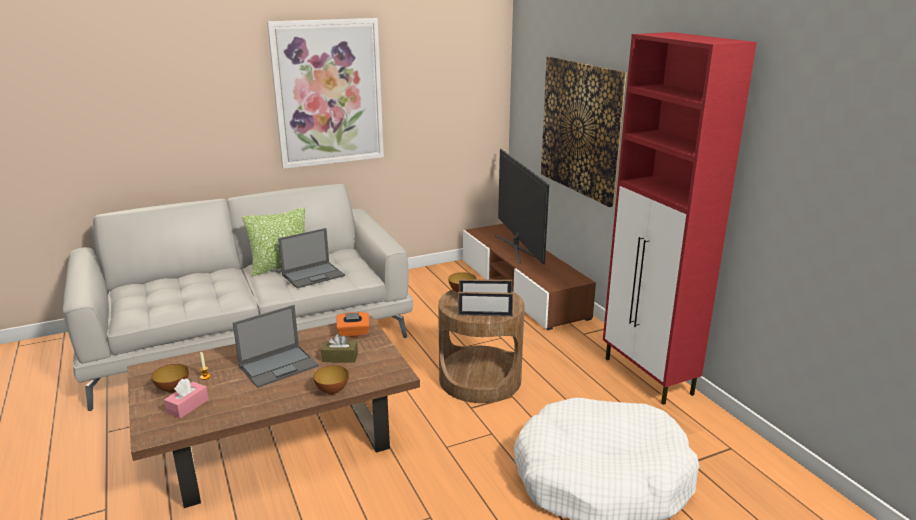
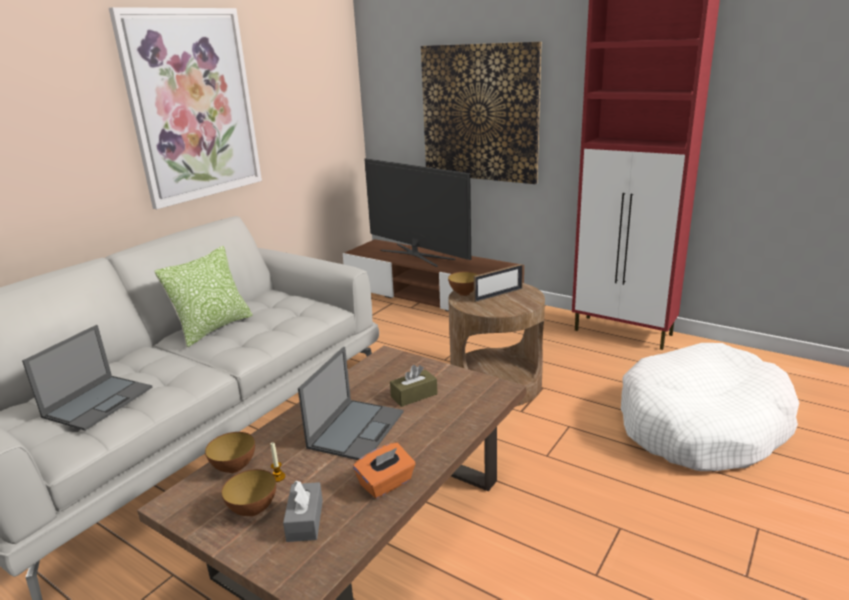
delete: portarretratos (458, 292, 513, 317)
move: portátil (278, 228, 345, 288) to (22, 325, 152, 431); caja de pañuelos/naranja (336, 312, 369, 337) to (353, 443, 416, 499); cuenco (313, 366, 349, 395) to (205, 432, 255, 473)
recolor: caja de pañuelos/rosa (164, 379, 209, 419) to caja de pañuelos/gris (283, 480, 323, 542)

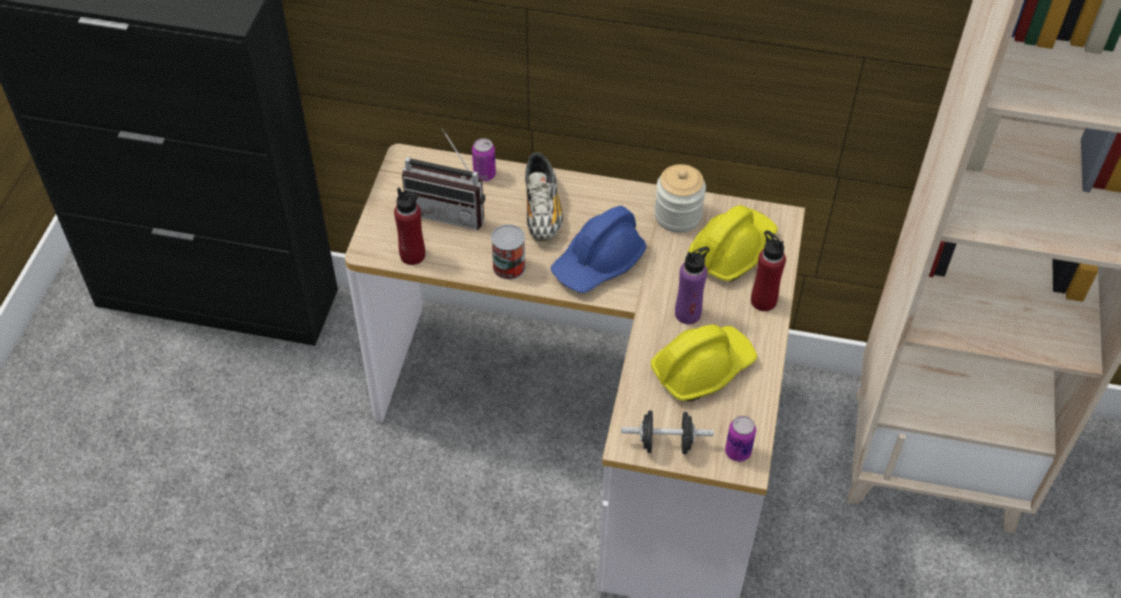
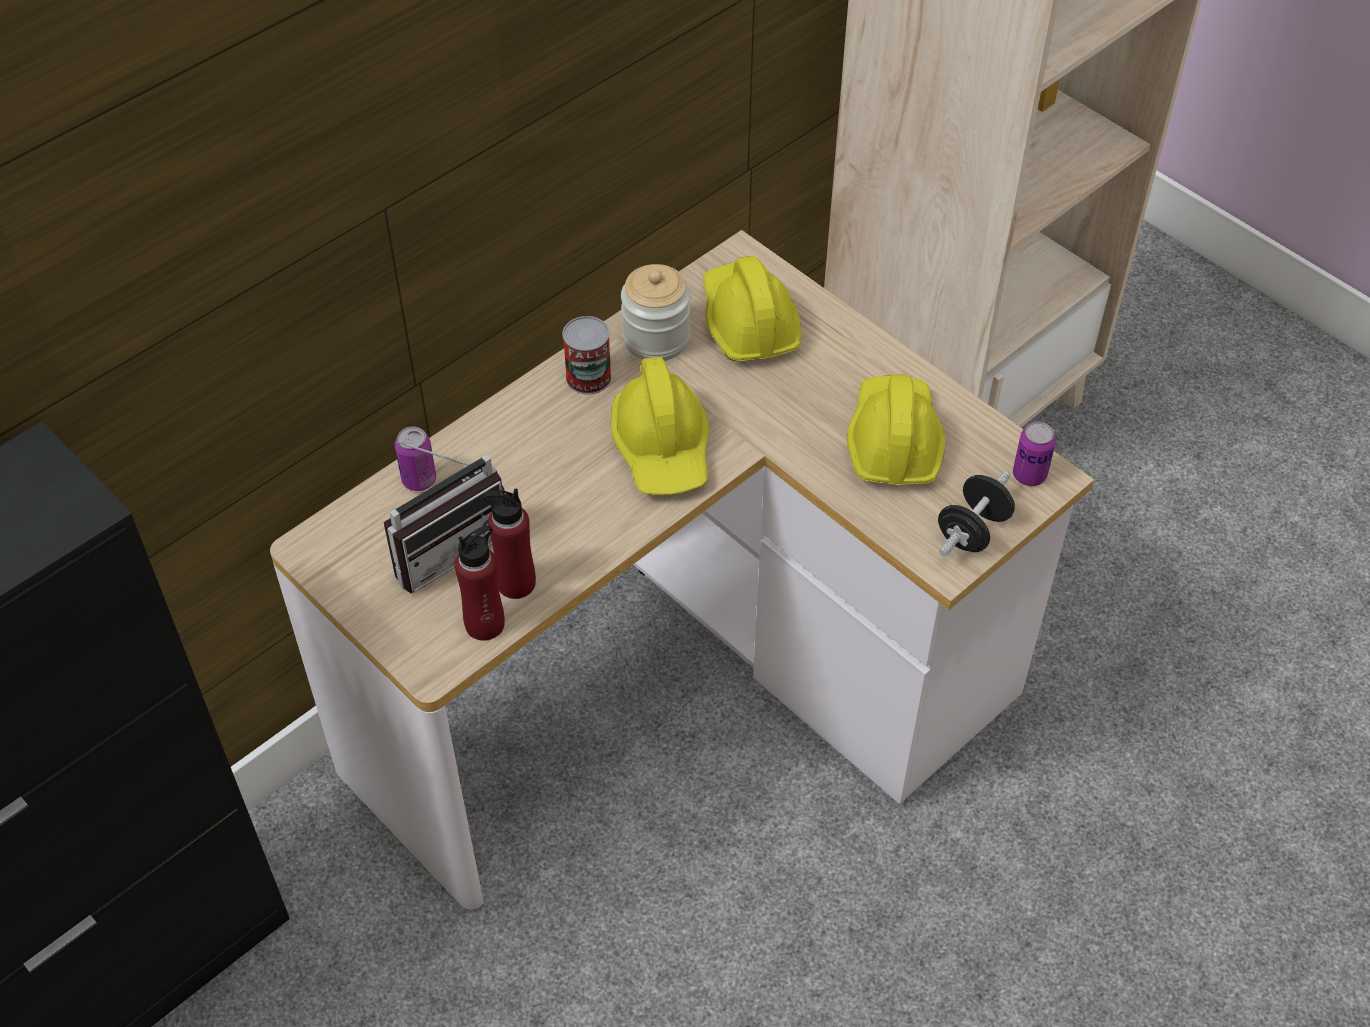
delete: zapato (525, 152, 563, 241); botella/morado (675, 247, 710, 324)
move: lata (491, 224, 526, 280) to (562, 316, 612, 394); botella/rojo (751, 230, 786, 311) to (483, 489, 536, 599)
recolor: casco/azul (551, 206, 647, 293) to casco/amarillo (611, 357, 709, 495)

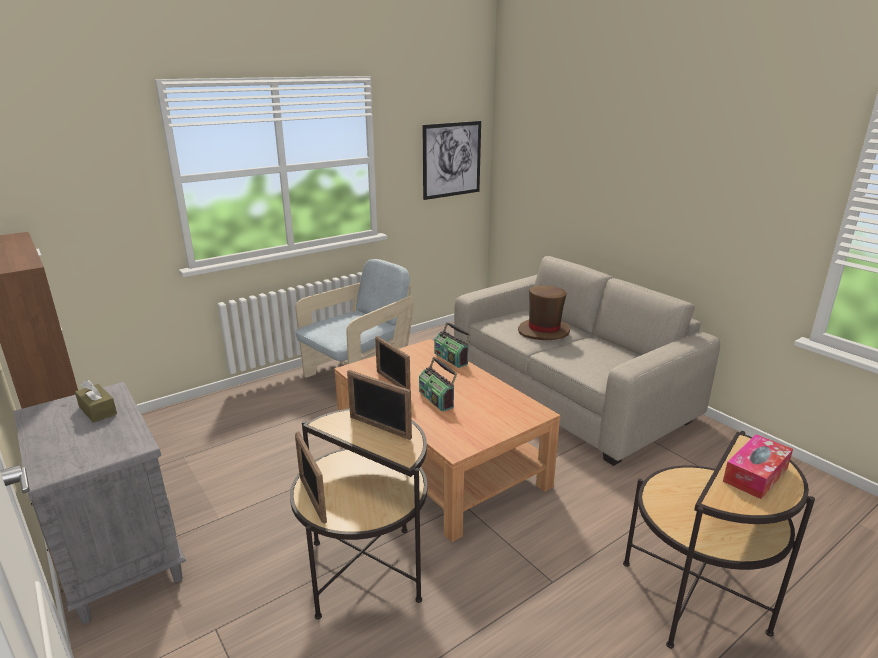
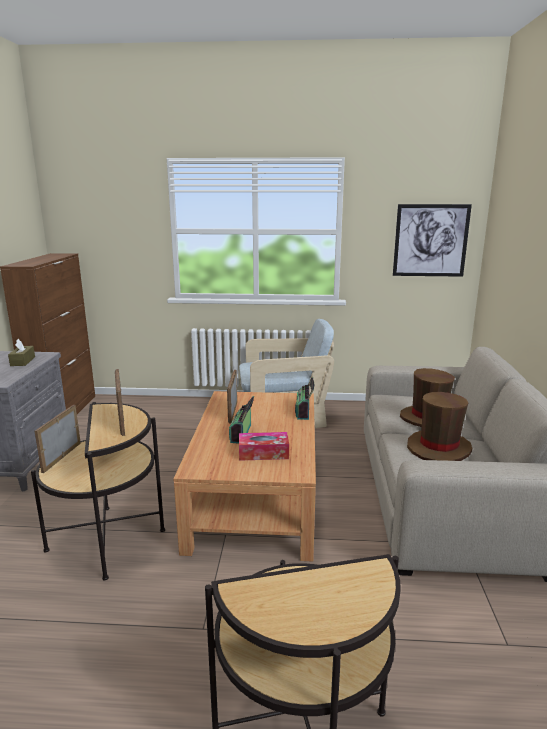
insert: sombrero/marrón (407, 392, 472, 461)
move: caja de pañuelos (723, 434, 793, 499) to (239, 432, 289, 461)

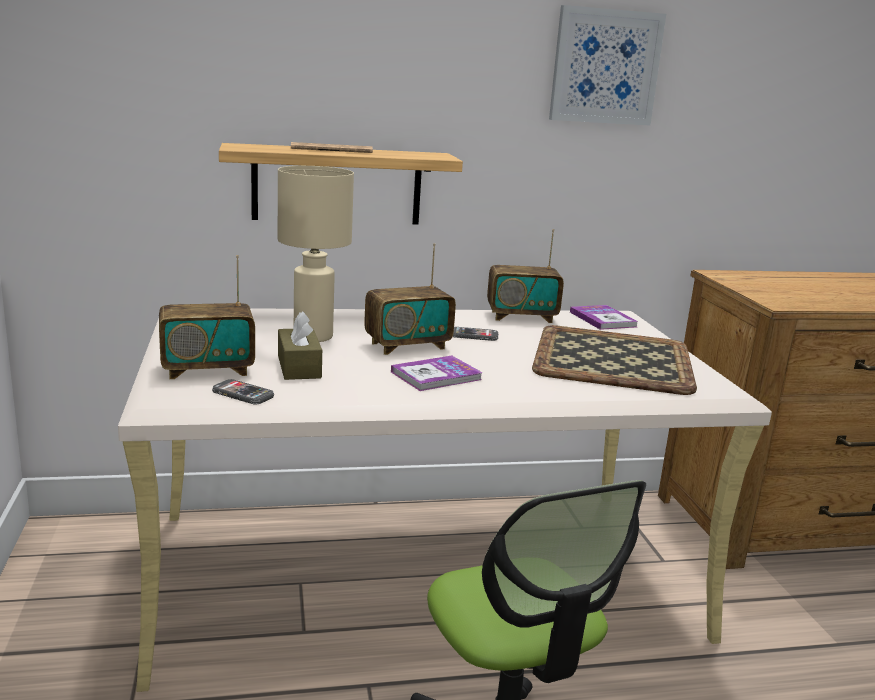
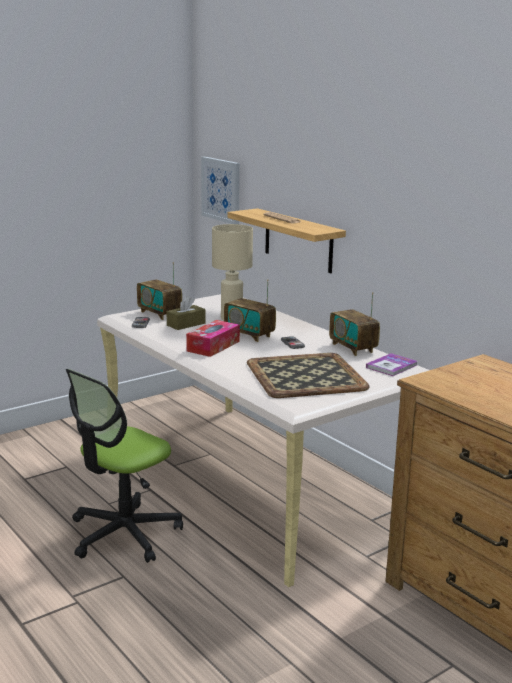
move: cuadro (549, 5, 666, 125) to (201, 157, 240, 224)
replace: libro (391, 356, 483, 391) to caja de pañuelos (186, 320, 240, 357)

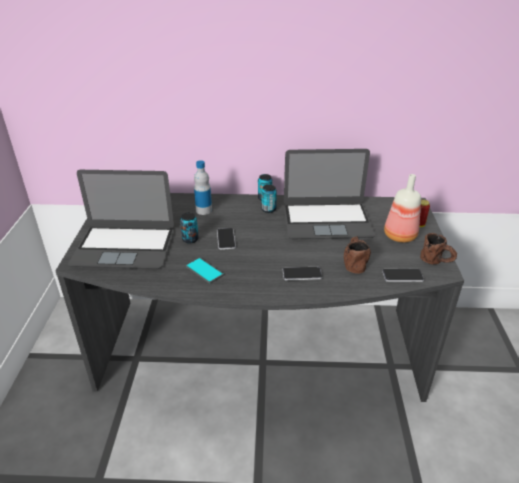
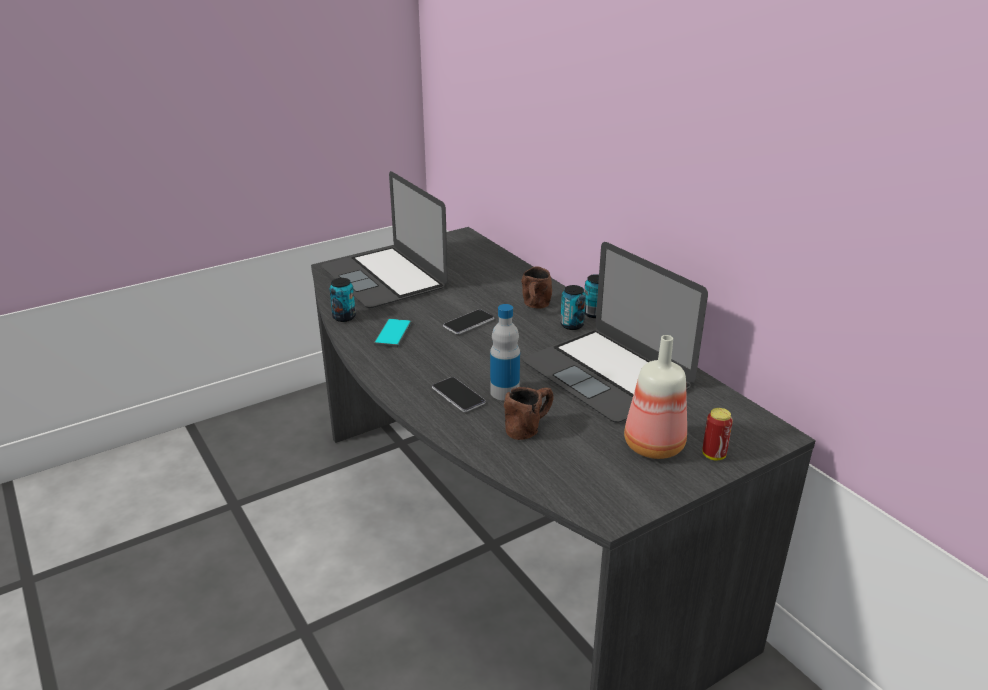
delete: móvil (382, 269, 424, 282)
move: botella (194, 160, 212, 215) to (490, 304, 520, 401); lata (180, 213, 199, 244) to (329, 278, 356, 322); taza grande/marrón (420, 233, 457, 264) to (521, 266, 552, 309)

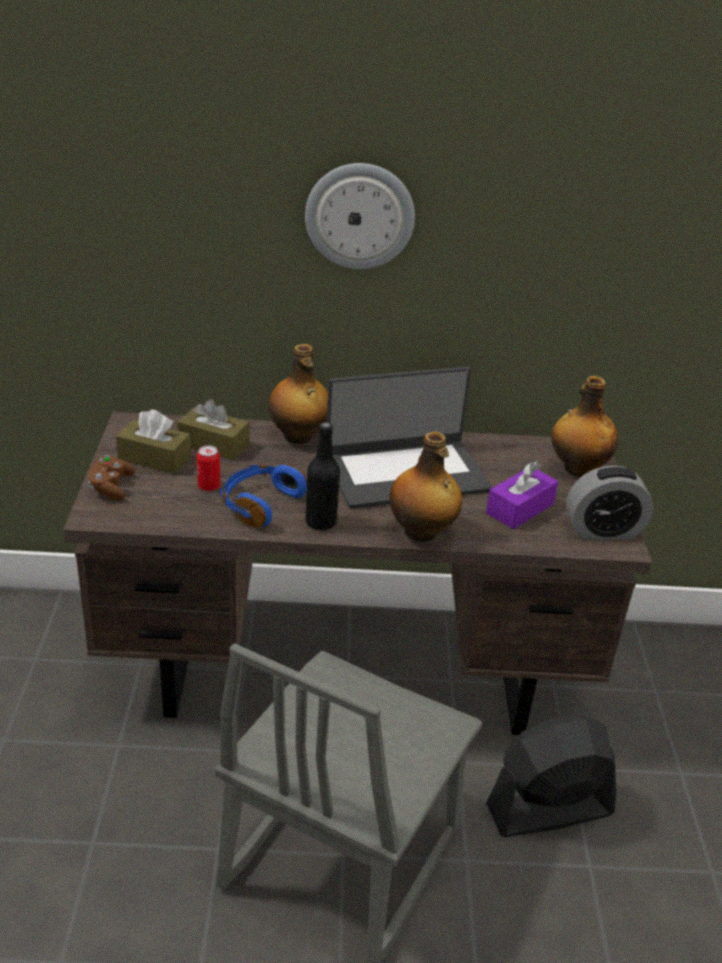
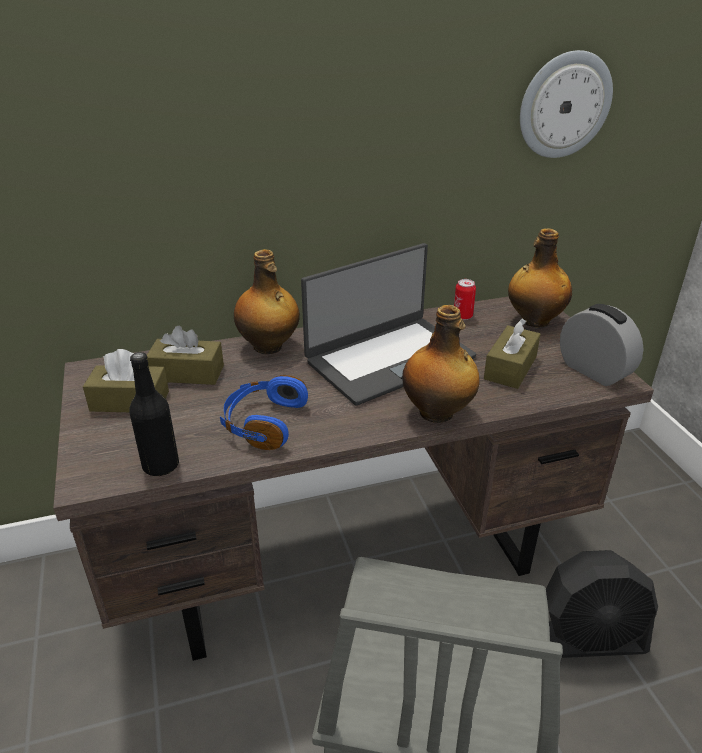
delete: mando de consola/marrón (88, 455, 135, 500)
move: reloj de pared (305, 163, 415, 269) to (520, 50, 613, 158); botella/negro (305, 422, 340, 530) to (129, 352, 179, 476); lata (197, 445, 220, 492) to (454, 279, 476, 320)
recolor: caja de pañuelos/morado (486, 461, 558, 529) to caja de pañuelos/marrón (484, 318, 541, 389)
rotate: despertador (566, 465, 653, 540) = (560, 304, 643, 386) 105 degrees counterclockwise; ventilador/negro (486, 714, 616, 837) = (546, 550, 658, 658) 150 degrees counterclockwise

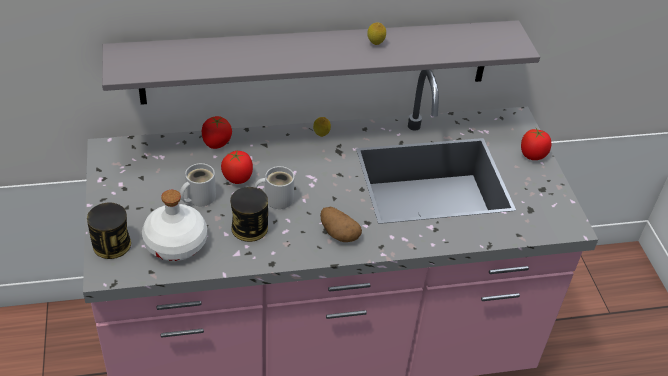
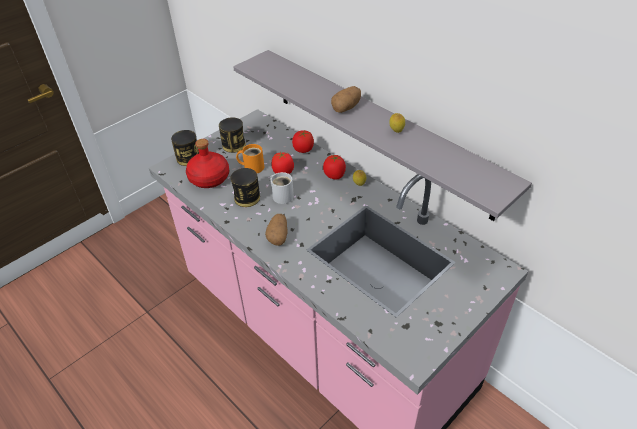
insert: patata (331, 86, 361, 113); lata (219, 117, 246, 153)
move: tomate (521, 128, 551, 160) to (323, 155, 346, 179)
recolor: taza grande/blanco (180, 163, 216, 206) to taza grande/naranja (236, 144, 264, 173); botella/blanco (142, 190, 207, 261) to botella/rojo (186, 139, 229, 188)

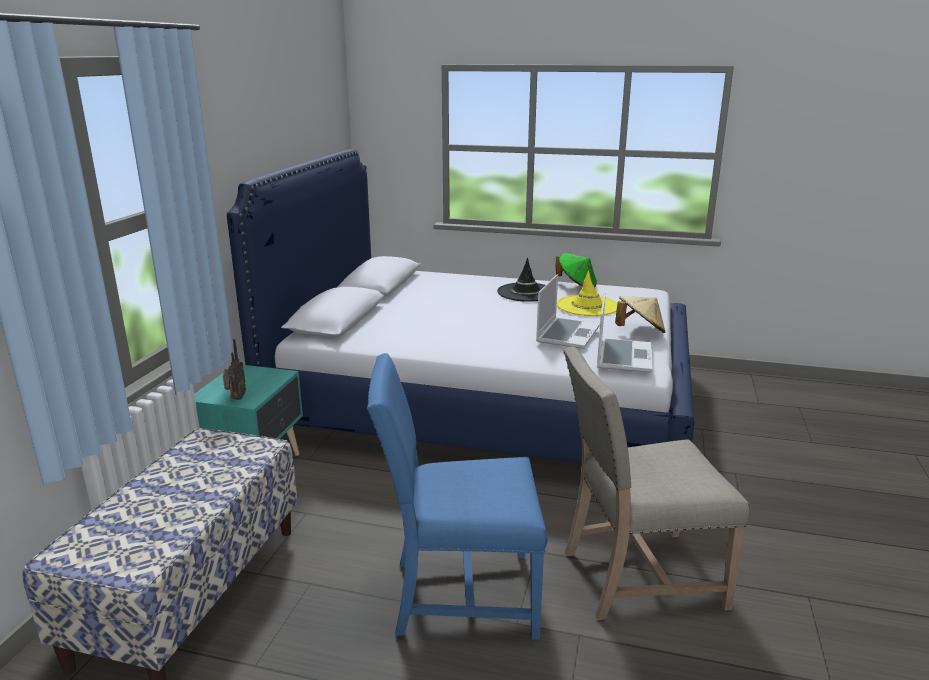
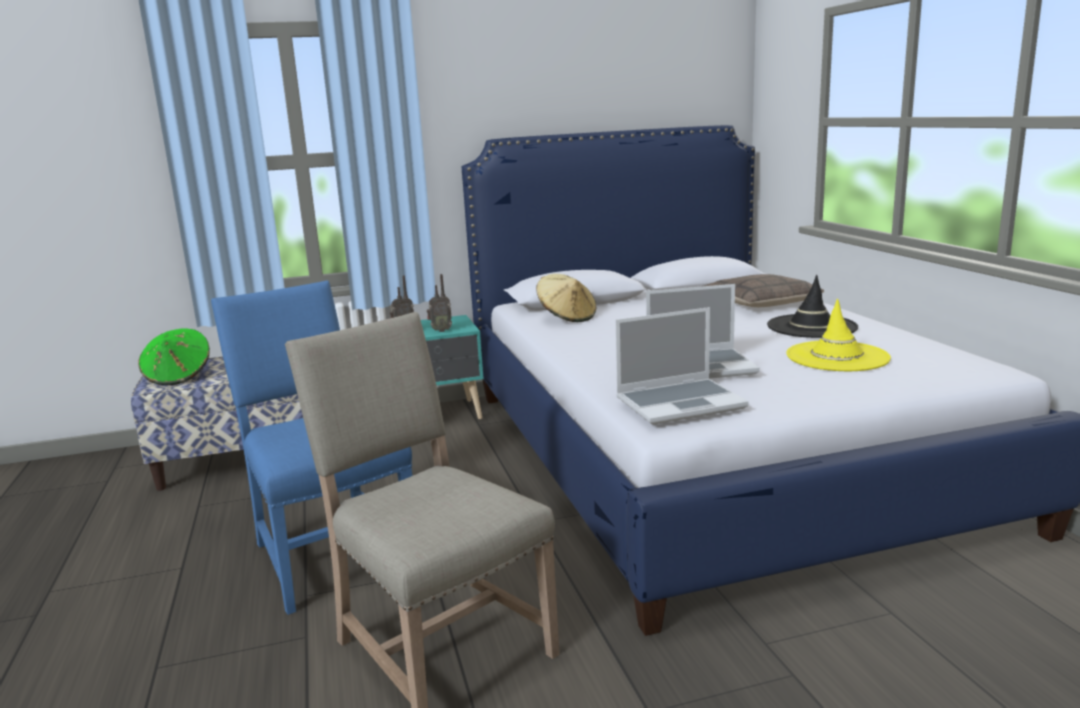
insert: radio (427, 274, 452, 332); cojín (700, 274, 824, 307)
move: sombrero/verde (556, 253, 597, 287) to (138, 329, 210, 385); sombrero/beis (615, 296, 666, 333) to (536, 274, 596, 322)

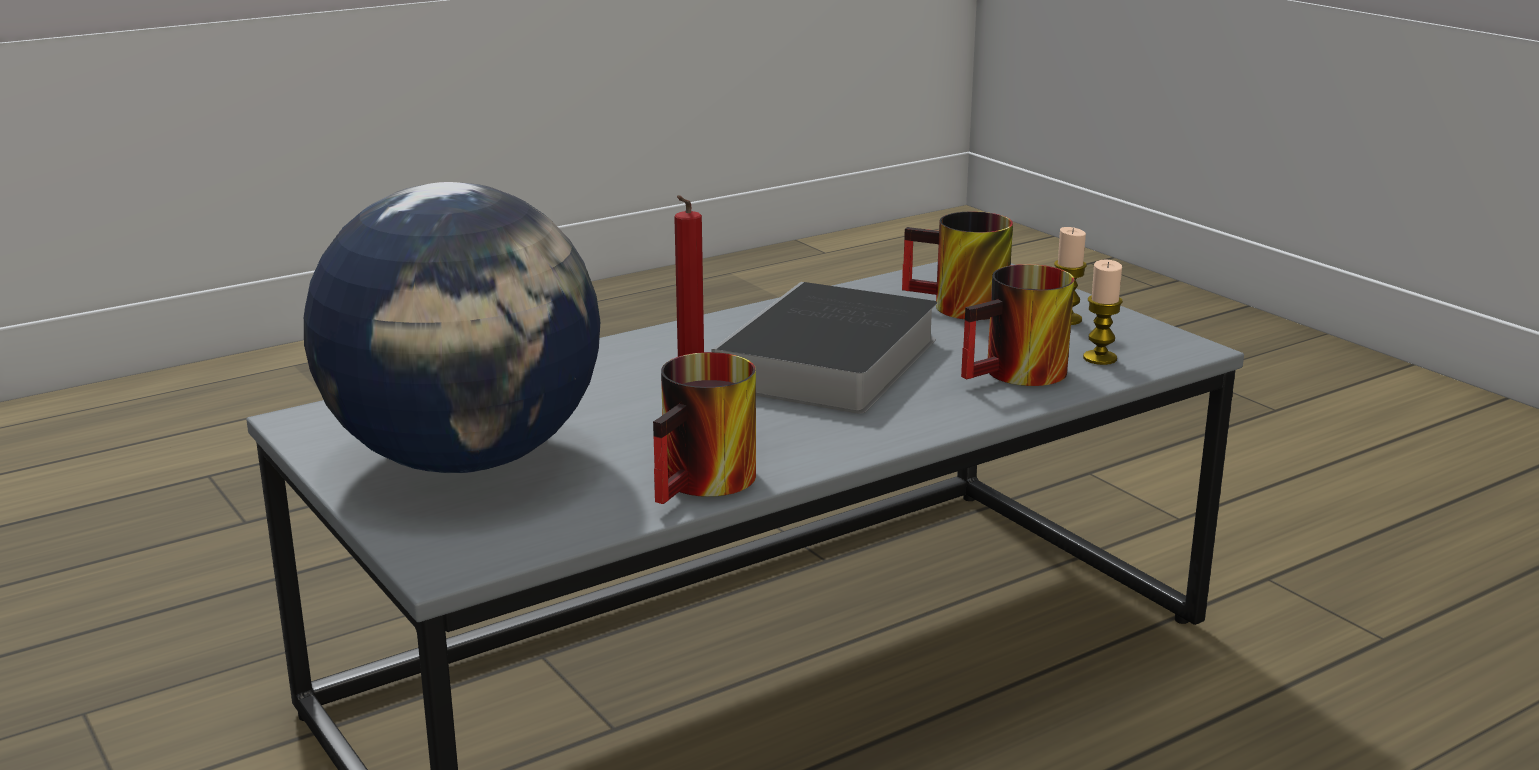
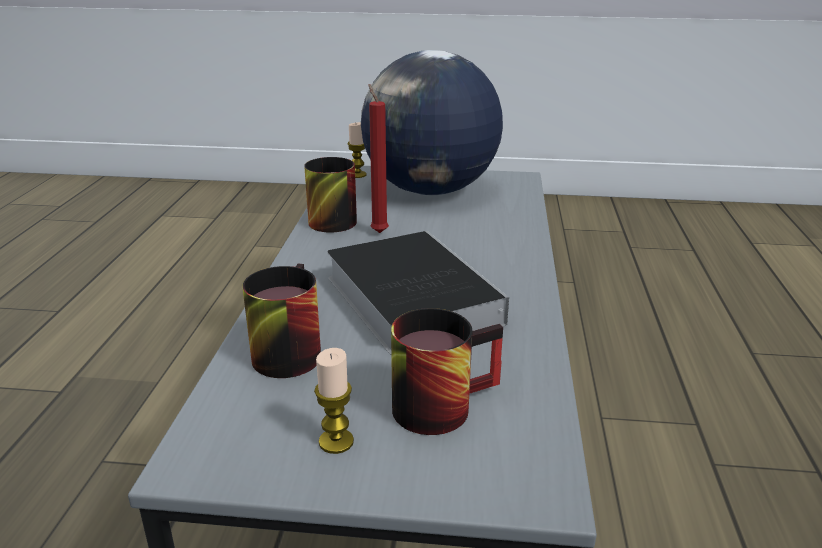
move: vela (1083, 259, 1123, 365) to (347, 122, 367, 178)

